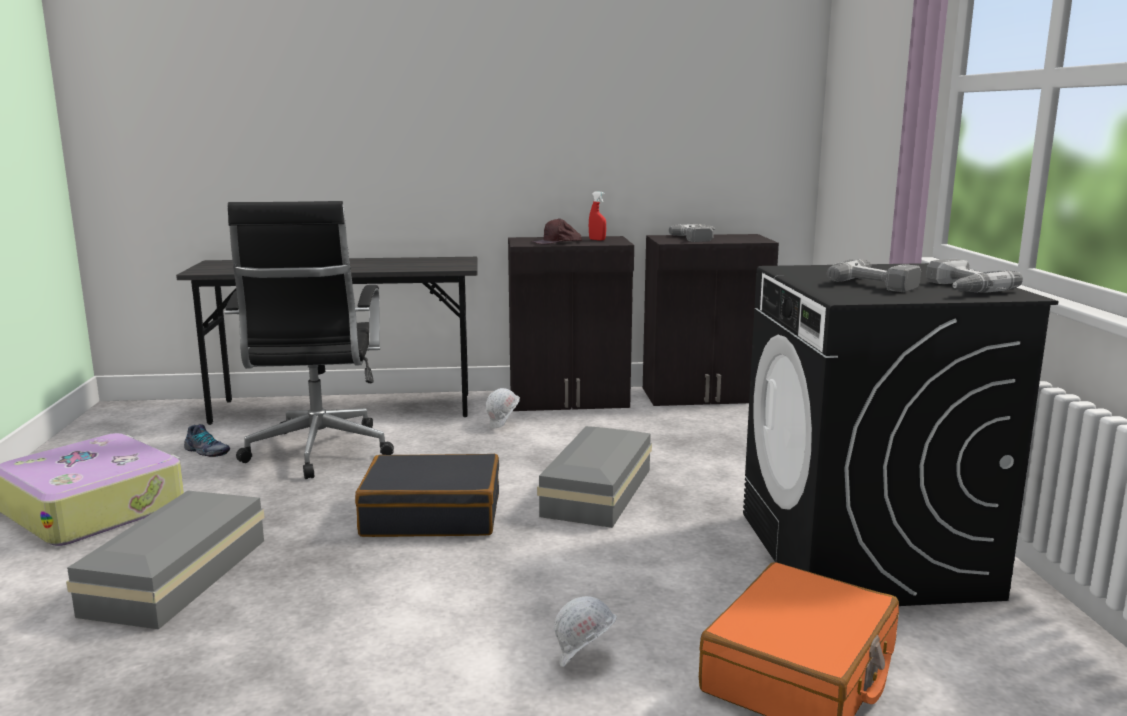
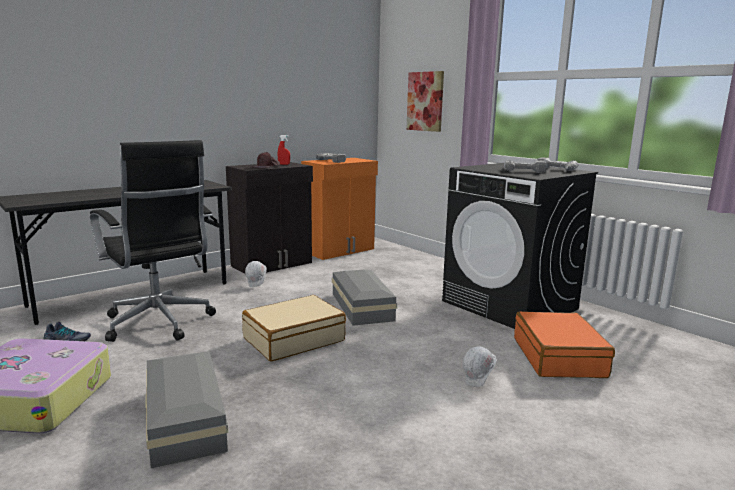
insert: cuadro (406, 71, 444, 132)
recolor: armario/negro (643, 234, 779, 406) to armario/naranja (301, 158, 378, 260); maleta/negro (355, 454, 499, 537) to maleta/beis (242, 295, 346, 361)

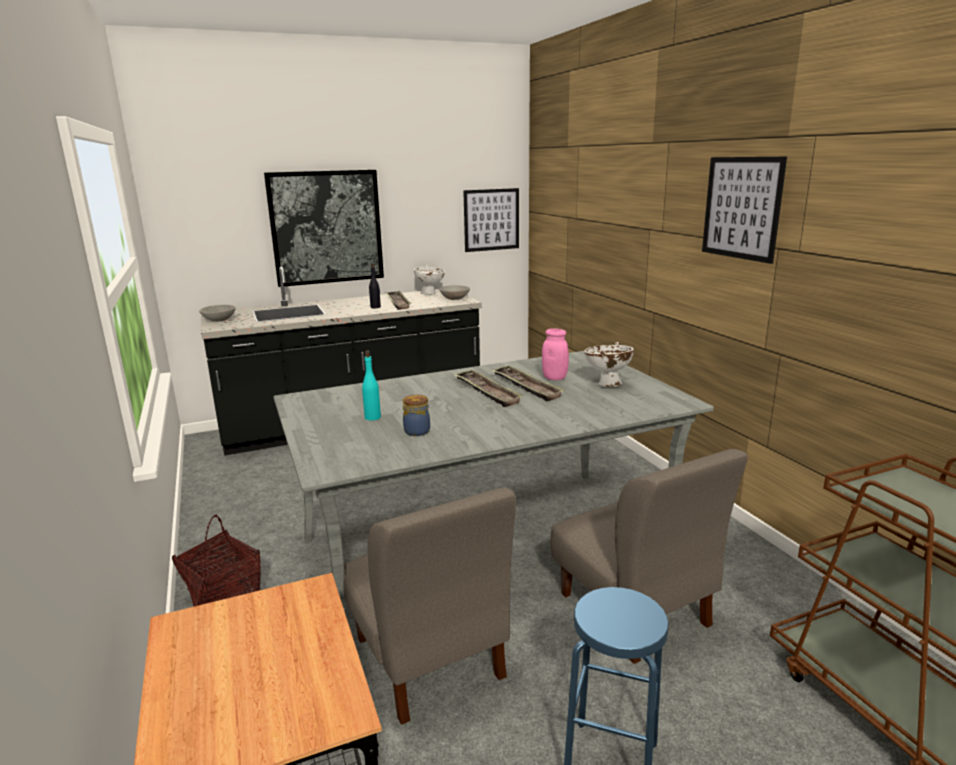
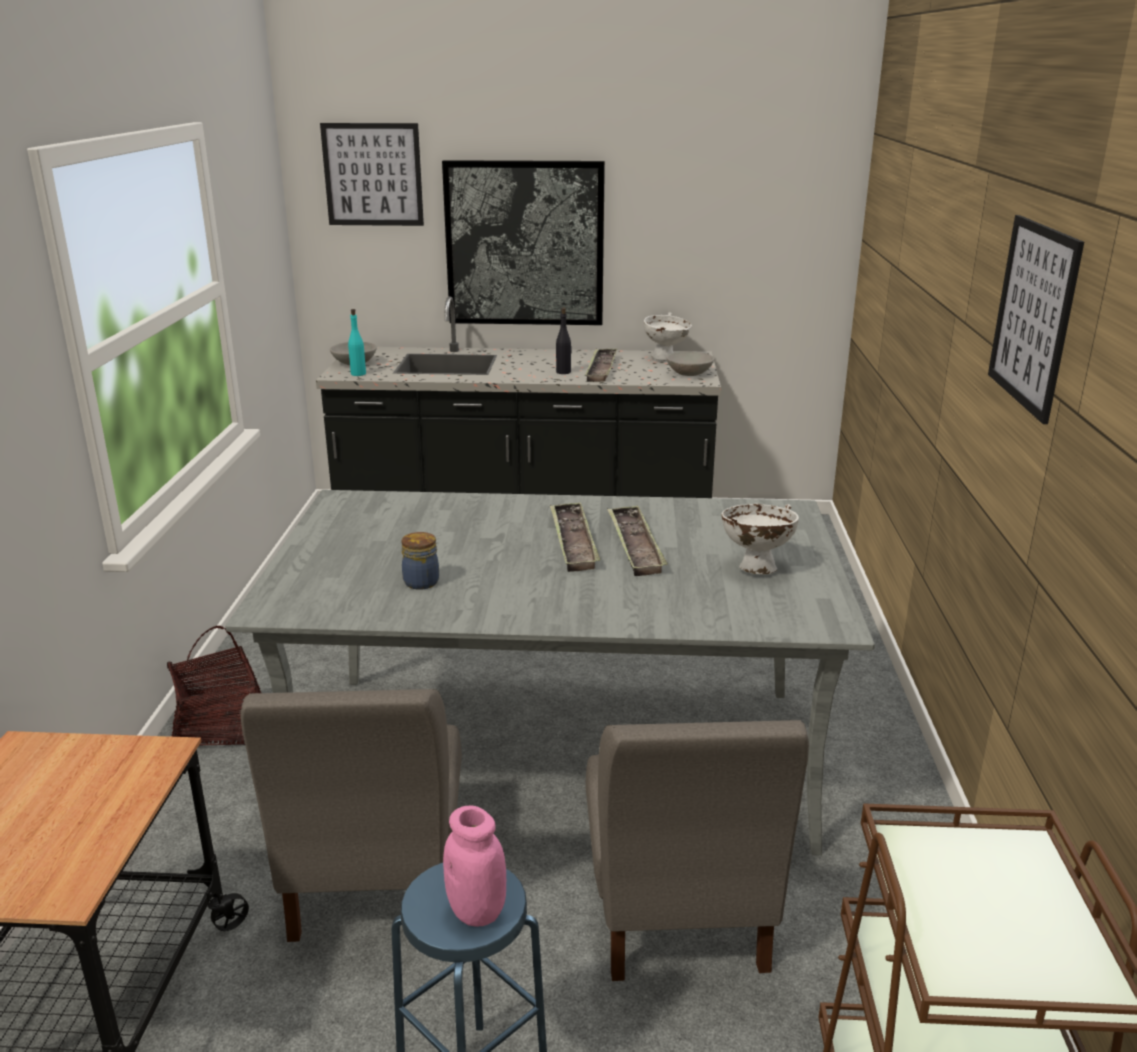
move: cuadro (463, 188, 519, 252) to (320, 123, 424, 226); tarro/rosa (542, 328, 569, 380) to (443, 805, 506, 927); botella/turquesa (362, 351, 381, 421) to (348, 309, 366, 376)

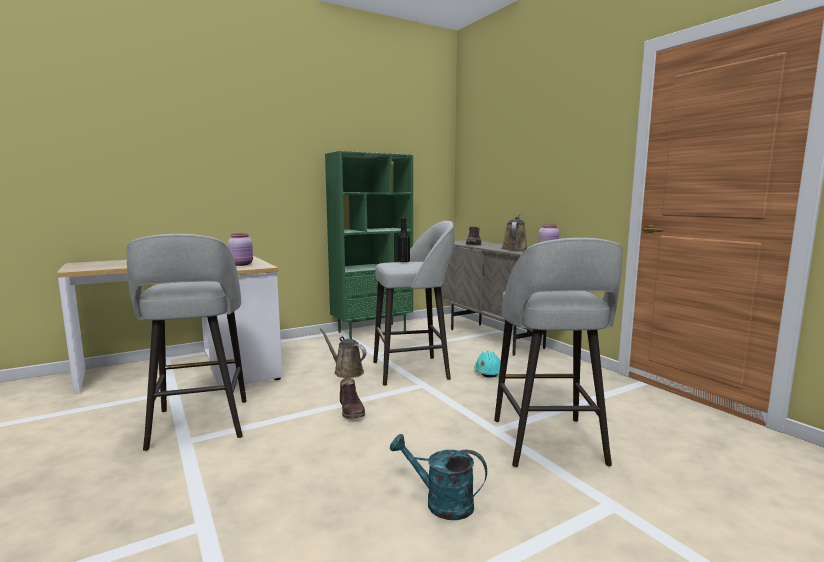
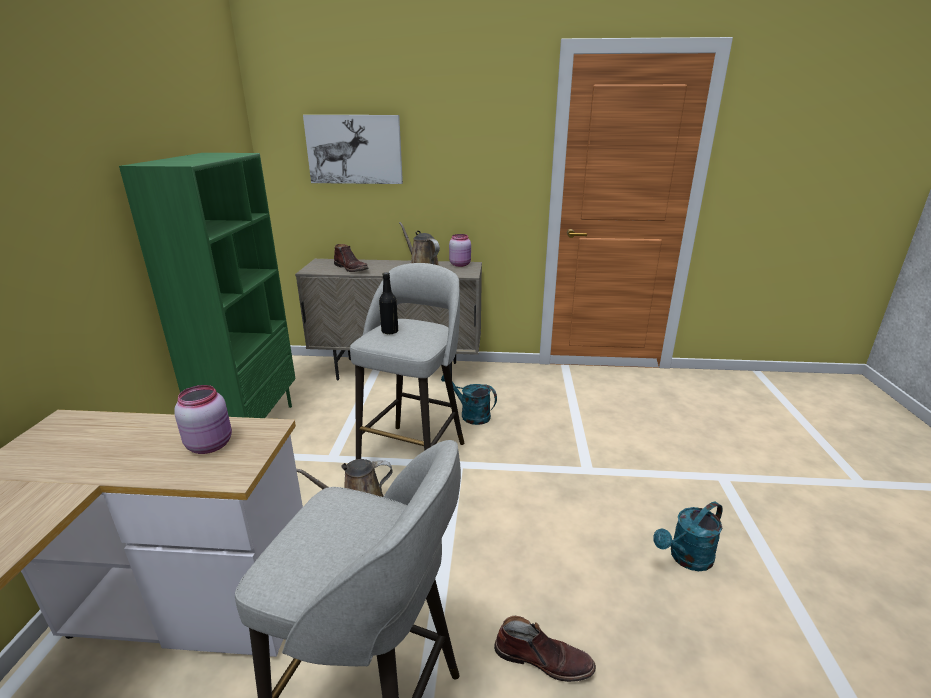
delete: taburete/gris (494, 238, 623, 467)
insert: cuadro (303, 115, 403, 184)
move: bota/marrón (340, 378, 365, 419) to (494, 616, 596, 682)
replace: casco/turquesa (474, 351, 501, 378) to regadera/turquesa (441, 375, 497, 425)

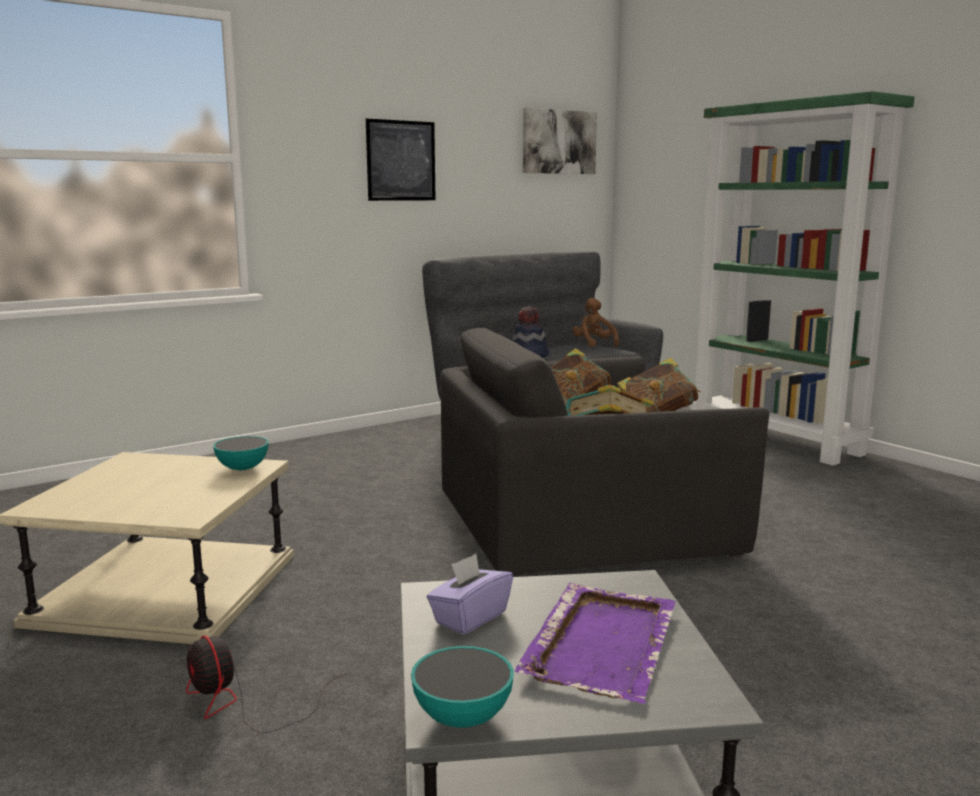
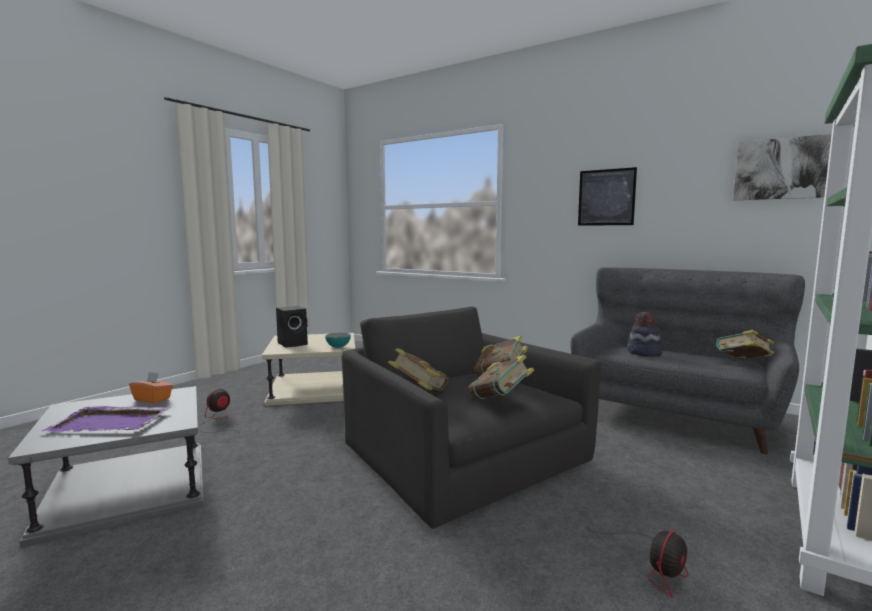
delete: cuenco (411, 646, 514, 728)
insert: altavoz/negro (276, 306, 308, 348); ventilador (586, 527, 688, 598)
replace: peluche/marrón (573, 298, 619, 348) to libro (716, 330, 774, 360)
recolor: caja de pañuelos/morado (427, 554, 513, 635) to caja de pañuelos/naranja (129, 372, 173, 404)

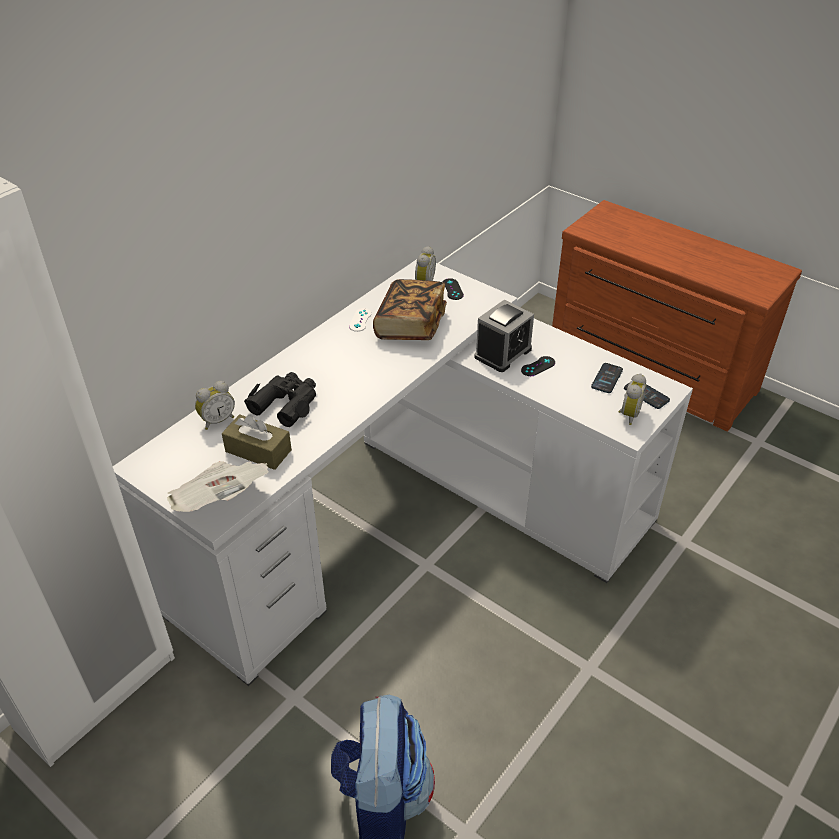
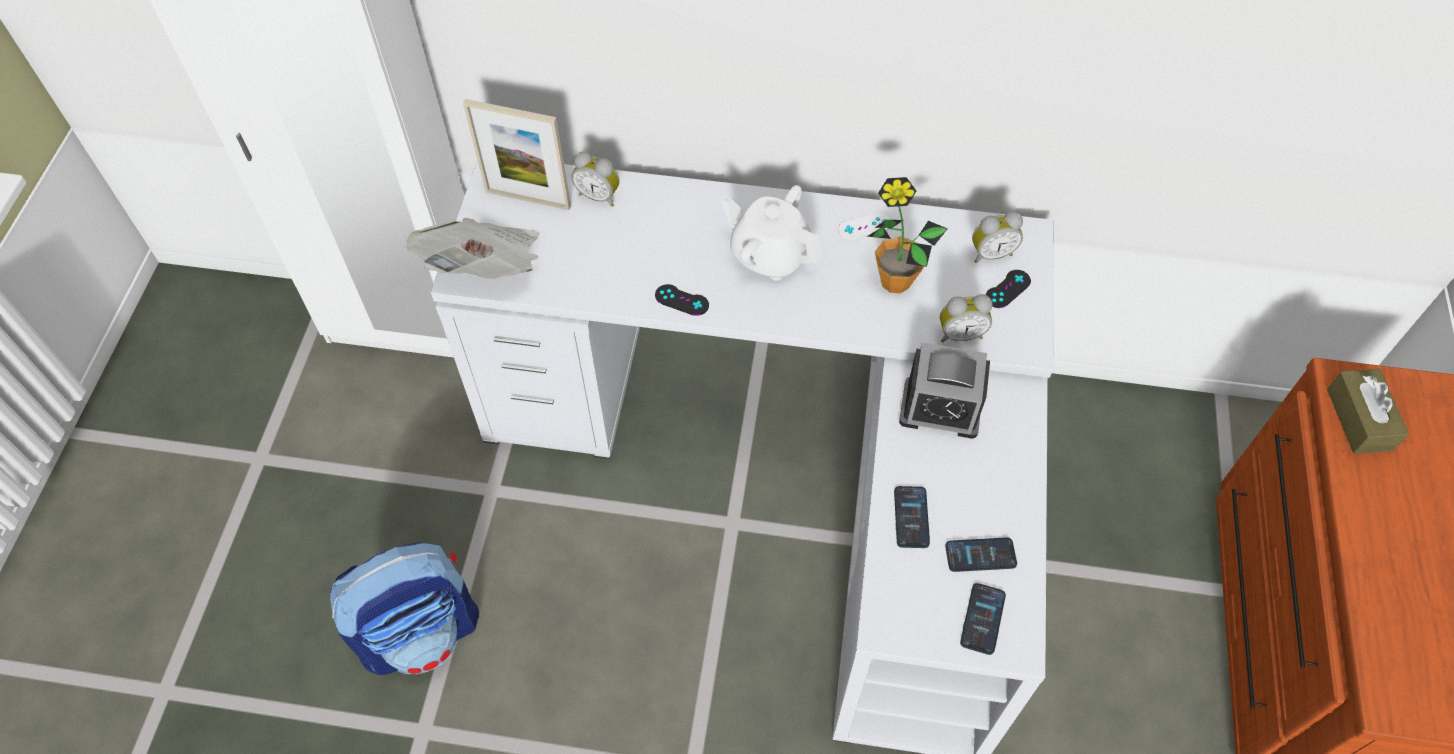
delete: prismáticos/negro (244, 372, 316, 427)
insert: portarretratos (463, 99, 571, 210); tetera/blanco (720, 185, 822, 281); móvil (894, 486, 930, 548)
move: mando de consola/negro (521, 356, 555, 376) to (655, 284, 709, 316); despertador (618, 373, 646, 425) to (940, 294, 993, 343); caja de pañuelos/marrón (222, 414, 292, 470) to (1327, 369, 1409, 454)
replace: libro (373, 279, 447, 340) to planta en maceta (868, 177, 948, 293)

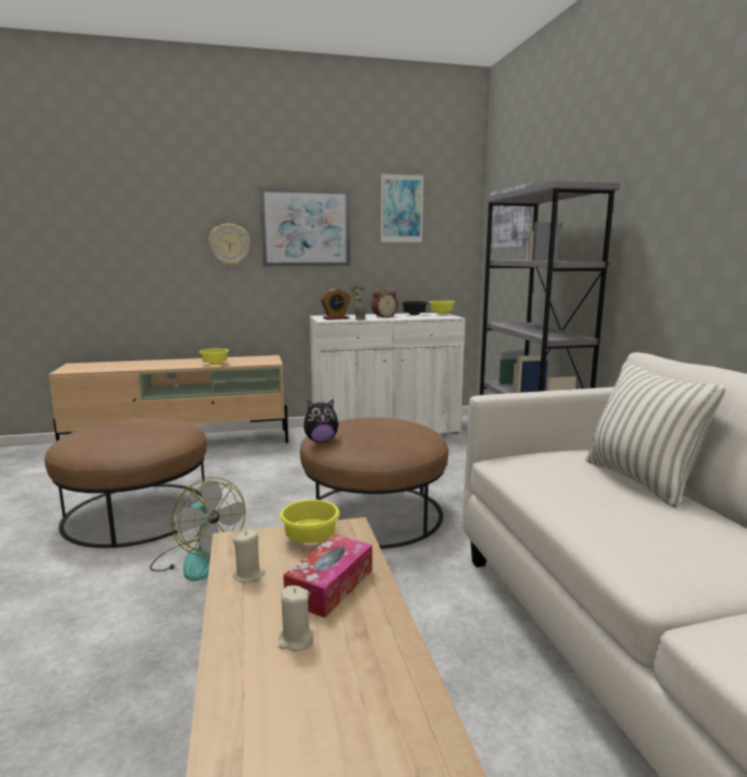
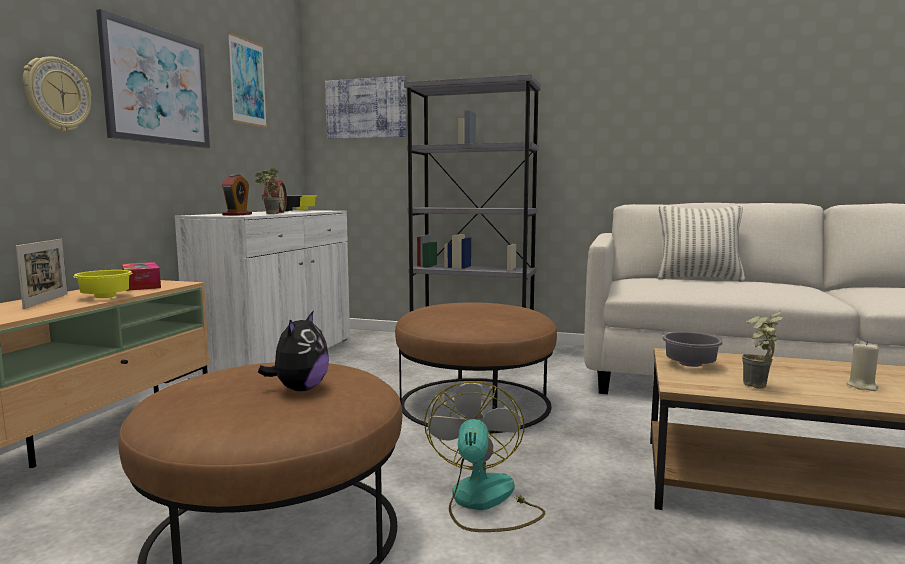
insert: portarretratos (16, 239, 67, 309)
move: peluche (304, 399, 339, 443) to (258, 311, 329, 391); caja de pañuelos (283, 534, 372, 618) to (122, 262, 161, 291)
replace: vela/beis (233, 531, 265, 583) to planta en maceta (742, 310, 783, 389)
recolor: cuenco/amarillo (280, 500, 340, 543) to cuenco/gris (662, 332, 723, 367)
rotate: ventilador (150, 477, 246, 581) = (424, 381, 545, 532) 75 degrees counterclockwise

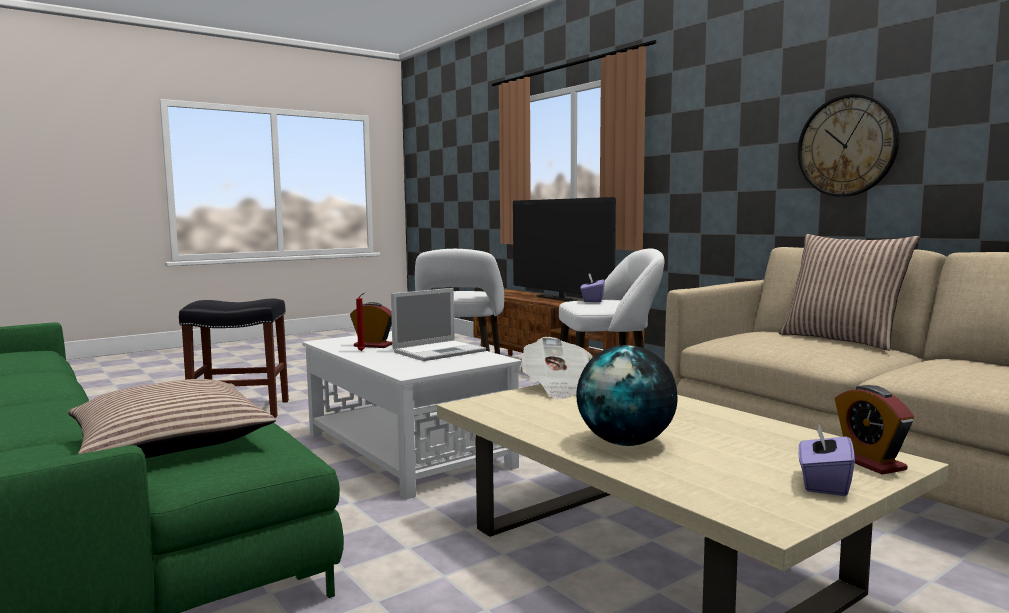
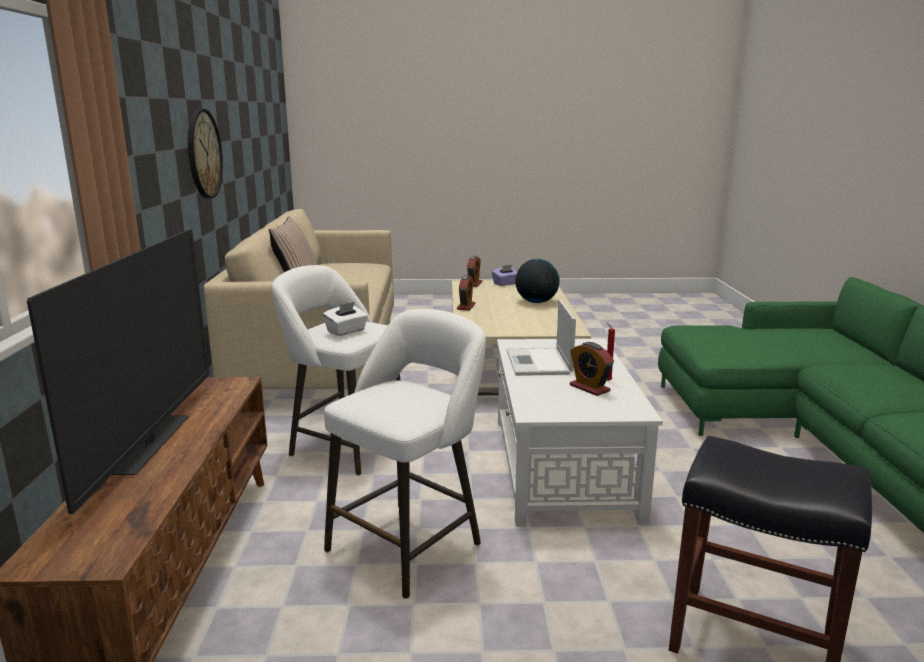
delete: periódico (520, 337, 592, 399); cojín (68, 379, 276, 458)
insert: despertador (457, 275, 475, 311)
recolor: caja de pañuelos/morado (581, 274, 605, 302) to caja de pañuelos/blanco (323, 302, 368, 336)
rotate: portátil (391, 288, 486, 361) = (507, 299, 576, 376) 90 degrees counterclockwise

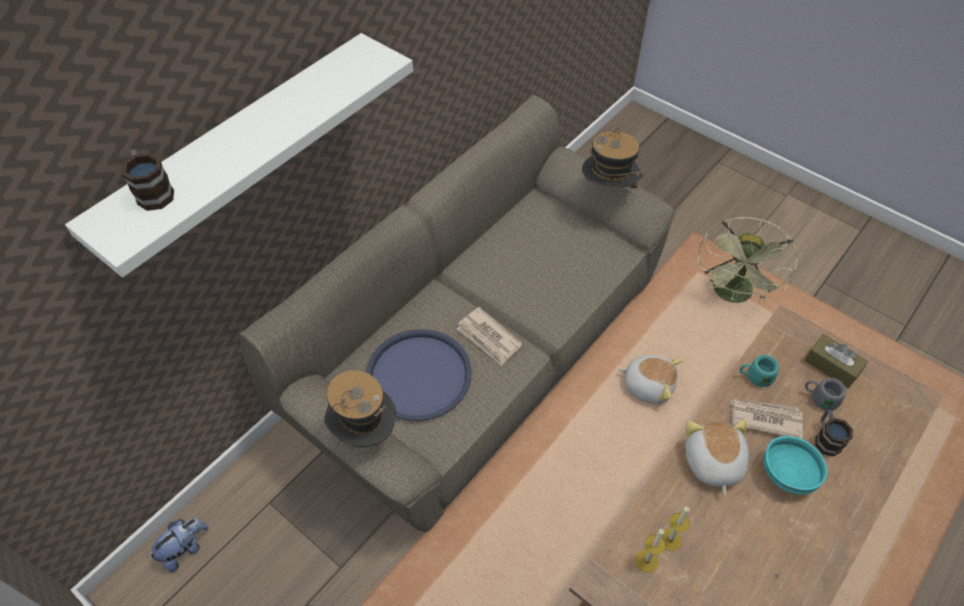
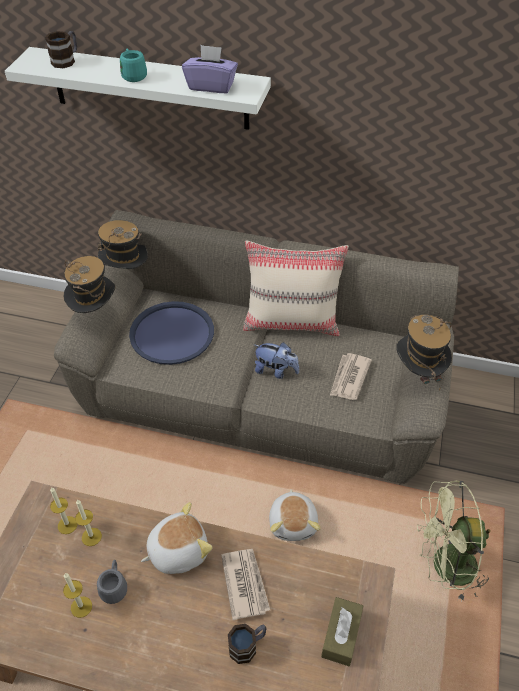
delete: cuenco/turquesa (763, 436, 827, 495)
insert: caja de pañuelos/morado (182, 45, 238, 93); sombrero (98, 220, 148, 269); cojín/beis (243, 240, 349, 336); vela (63, 573, 92, 618)
move: periódico (457, 307, 522, 366) to (330, 353, 372, 400); taza grande/turquesa (740, 355, 779, 387) to (120, 49, 147, 82); taza grande/gris (805, 378, 846, 411) to (97, 560, 127, 604); peluche (147, 518, 208, 572) to (254, 342, 299, 379)

